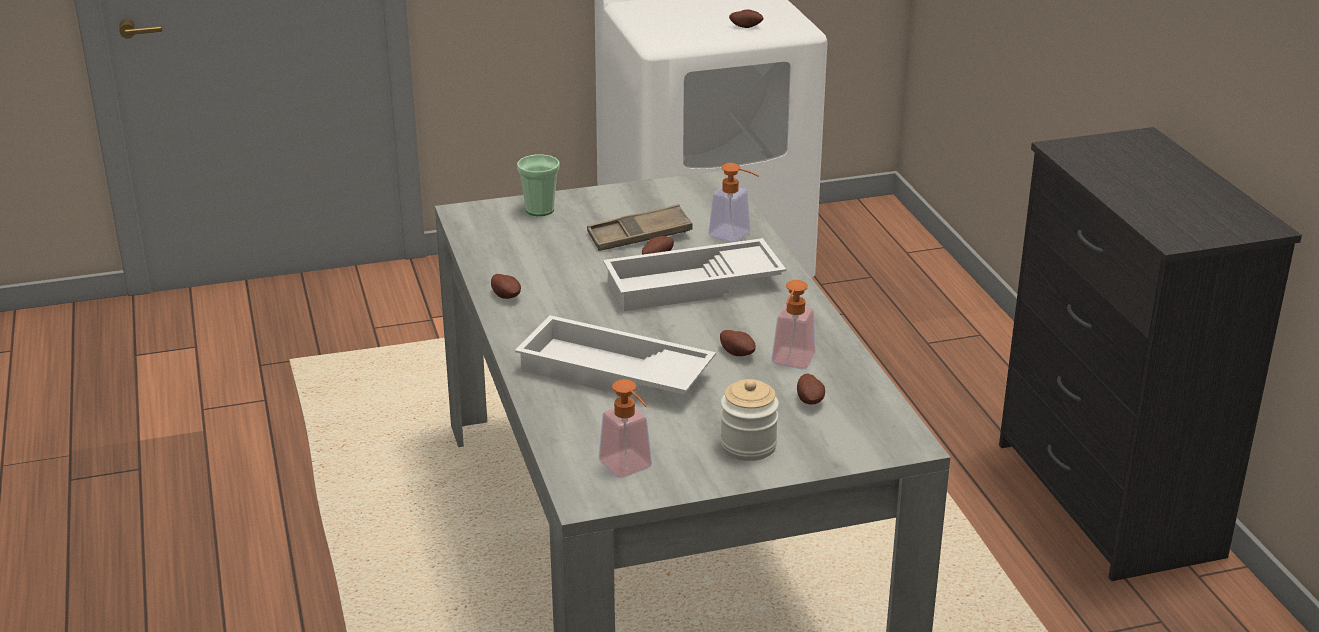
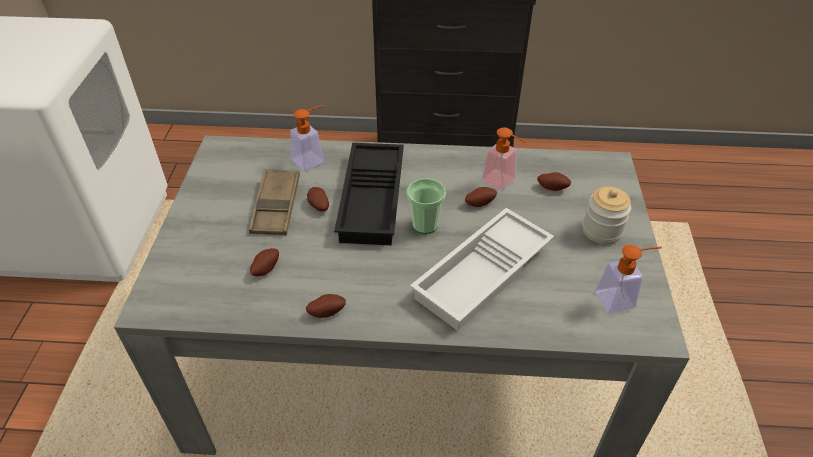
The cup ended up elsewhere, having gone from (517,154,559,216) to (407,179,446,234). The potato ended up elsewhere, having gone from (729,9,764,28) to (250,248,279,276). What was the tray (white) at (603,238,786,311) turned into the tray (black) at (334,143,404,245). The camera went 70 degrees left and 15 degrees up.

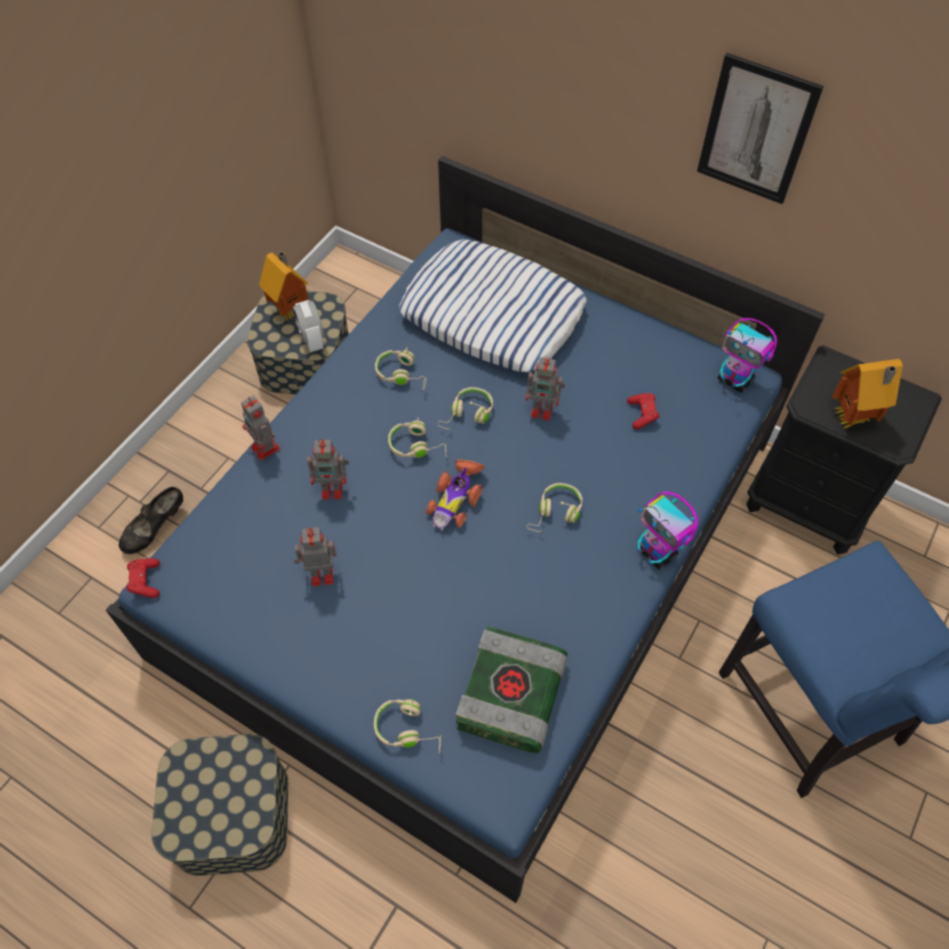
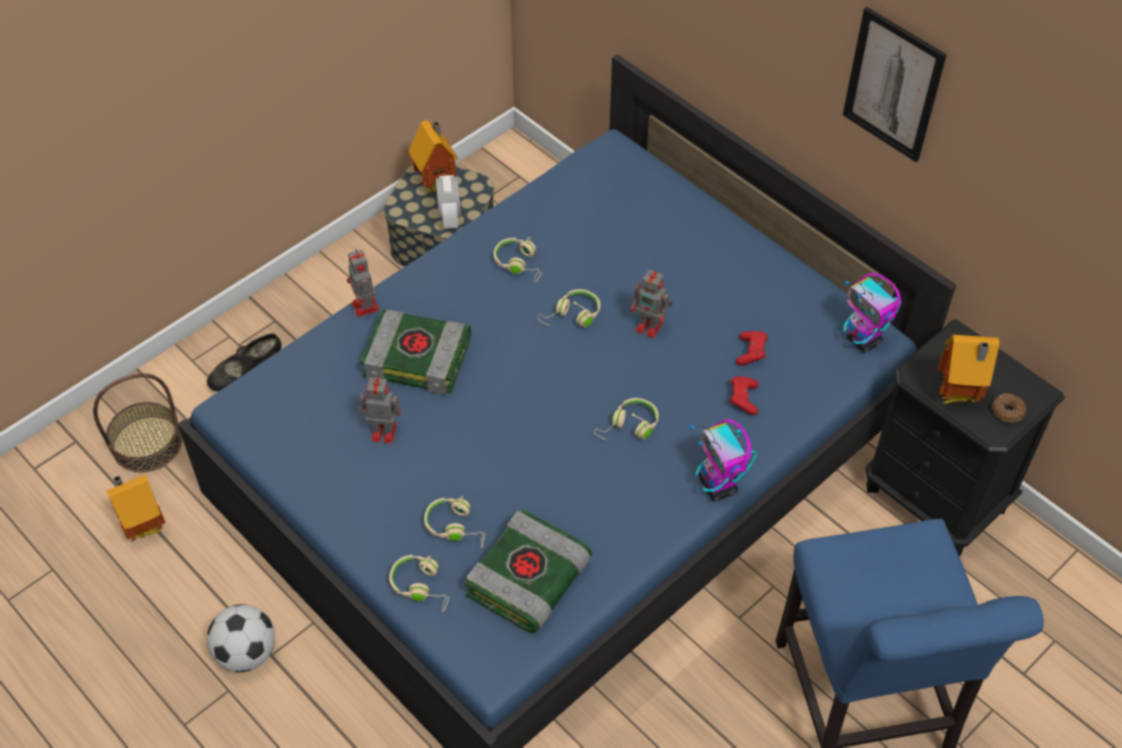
The second view lost the pillow at (399,240,587,372). The second view lost the toy car at (426,460,486,531). The second view gained the basket at (93,373,182,472). The second view gained the toy house at (106,475,165,541). The second view gained the donut at (992,394,1026,422). The game controller (red) ended up elsewhere, having gone from (126,558,160,598) to (729,376,759,415). The headphones (beige) ended up elsewhere, having gone from (388,417,447,458) to (424,496,486,548). Where the storage box stood at (152,734,288,876), the football came to stand at (207,604,275,672). Where the toy robot stood at (307,439,349,500), the book came to stand at (360,310,471,395). The camera went 15 degrees right and 5 degrees down.

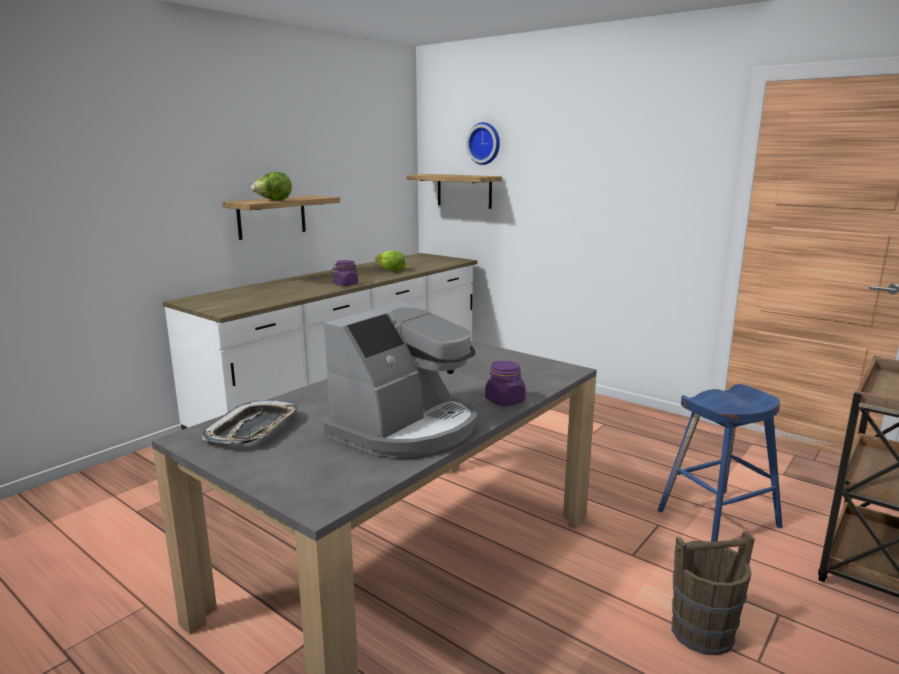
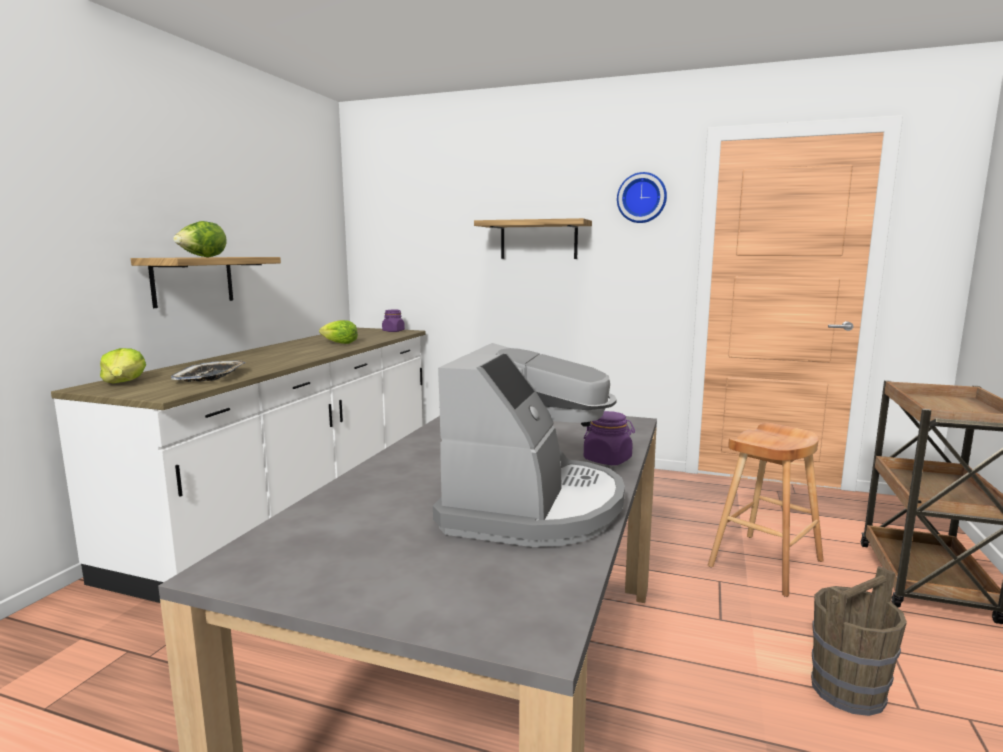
The second view gained the lettuce at (100,348,146,384). The tray ended up elsewhere, having gone from (202,400,298,444) to (171,361,245,382). The jar (purple) ended up elsewhere, having gone from (333,260,358,286) to (382,310,405,332). The shelf ended up elsewhere, having gone from (406,174,502,209) to (474,218,592,259). The wall clock ended up elsewhere, having gone from (466,122,500,165) to (617,172,667,223). What was the stool (blue) at (658,384,783,542) turned into the stool (brown) at (708,423,824,597). The camera went 20 degrees left and 5 degrees down.

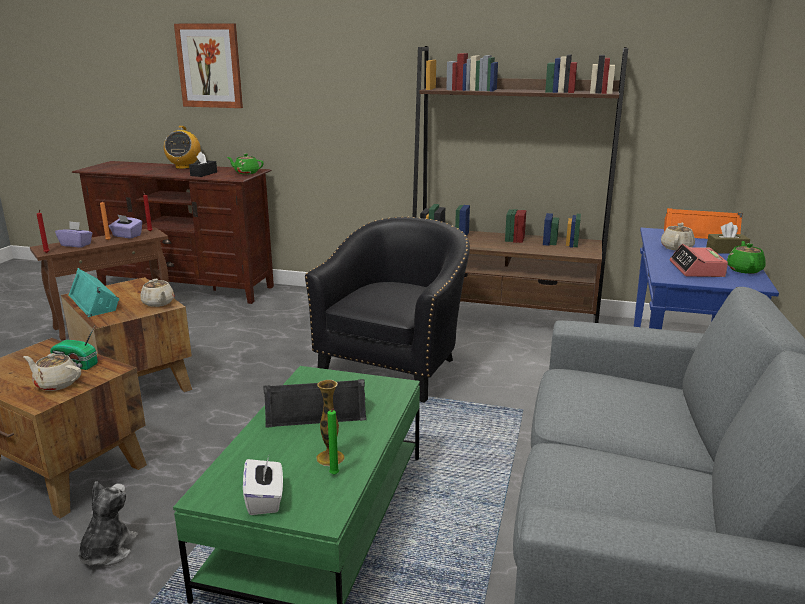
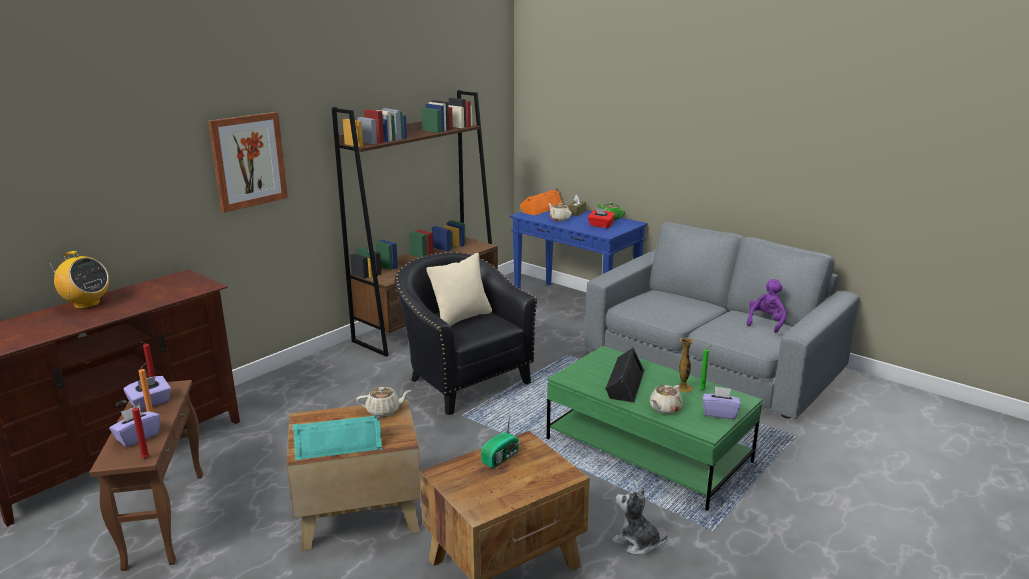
The second view lost the tissue box (black) at (189,152,217,177). The second view lost the teapot (green) at (227,154,264,174). The second view gained the pillow (beige) at (426,253,492,326). The second view gained the plush toy (purple) at (747,279,787,333). The teapot (beige) ended up elsewhere, having gone from (23,353,81,391) to (650,385,682,414). The picture ended up elsewhere, having gone from (174,23,243,108) to (208,112,288,212). Where the alarm clock stood at (670,244,728,277), the tissue box (red) came to stand at (588,208,615,228). What was the tissue box (white) at (243,456,283,515) turned into the tissue box (purple) at (703,386,741,419). The camera went 65 degrees left and 0 degrees up.

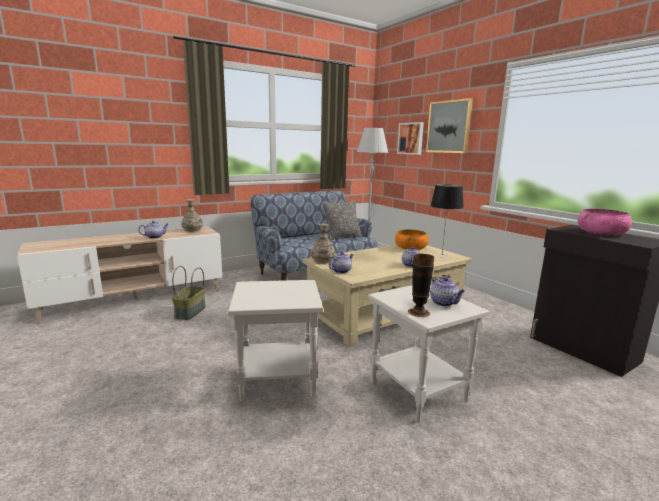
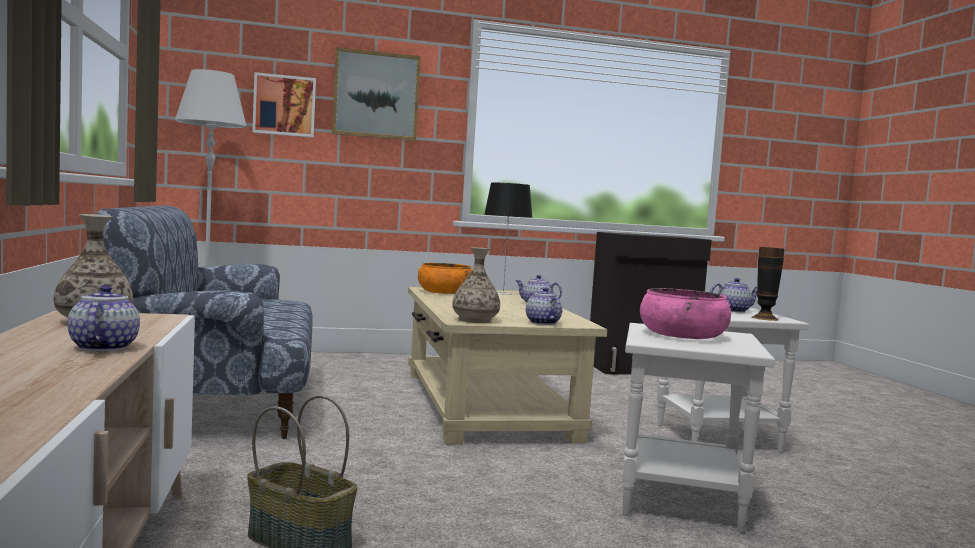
The second view lost the pillow at (323,200,362,241). The bowl (pink) ended up elsewhere, having gone from (578,209,632,235) to (640,288,731,339). The camera went 70 degrees left and 10 degrees down.

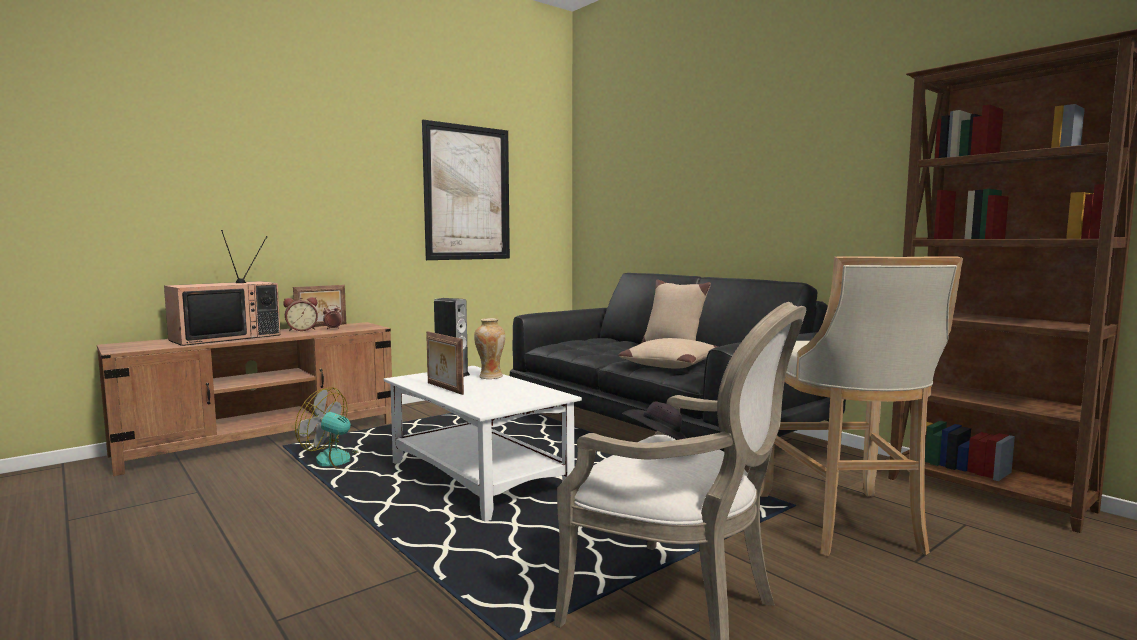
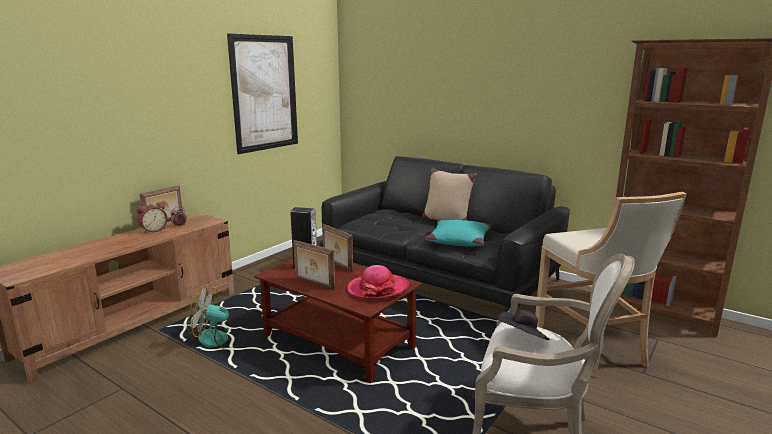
The second view lost the television at (164,230,281,346). The second view gained the hat at (347,265,409,300). Where the vase stood at (474,318,505,379), the picture frame came to stand at (322,224,353,272). What was the coffee table (white) at (384,366,582,522) turned into the coffee table (brown) at (254,260,422,384). What was the pillow (beige) at (619,338,718,369) turned into the pillow (turquoise) at (425,220,492,247). The camera went 15 degrees left and 10 degrees up.

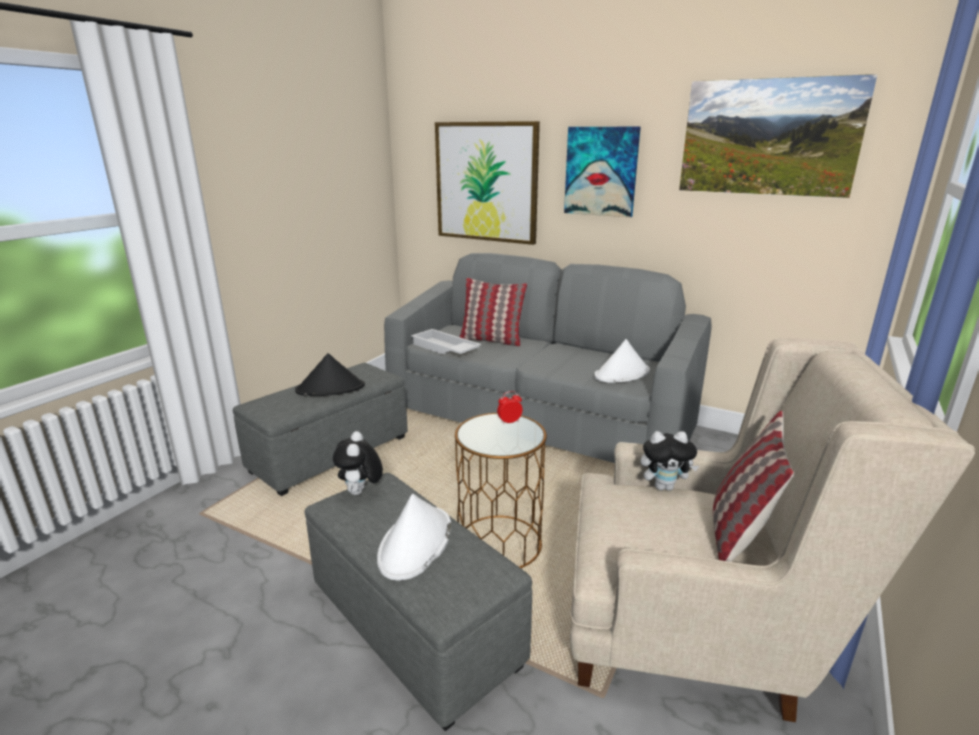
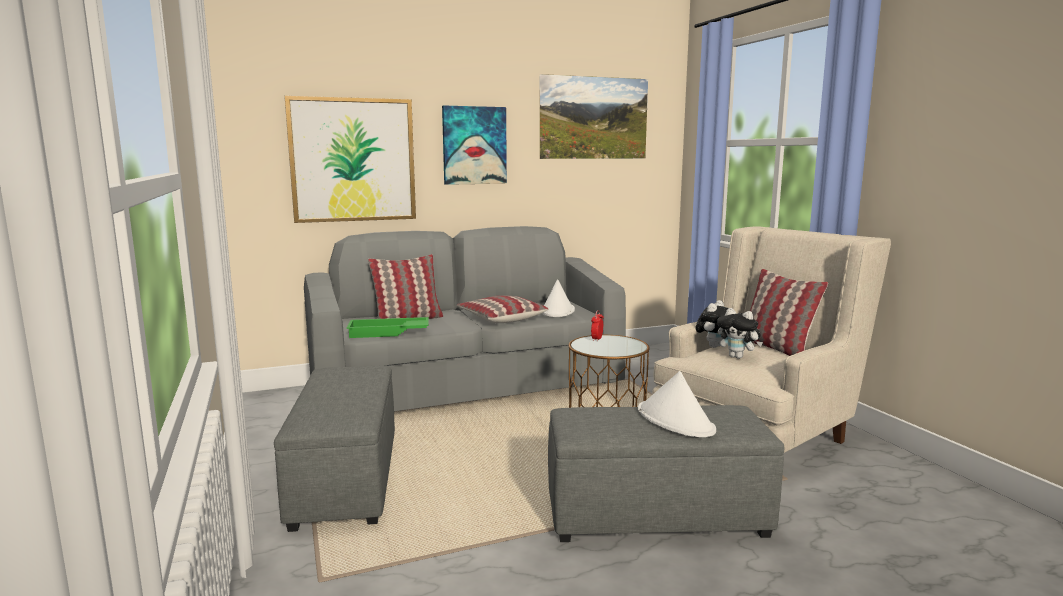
The second view lost the hat (black) at (295,353,365,396). The second view gained the pillow at (457,295,548,323). The plush toy ended up elsewhere, having gone from (333,431,383,495) to (717,308,763,359). What was the tray (white) at (411,329,481,354) turned into the tray (green) at (347,317,429,338). The camera went 50 degrees left and 10 degrees down.

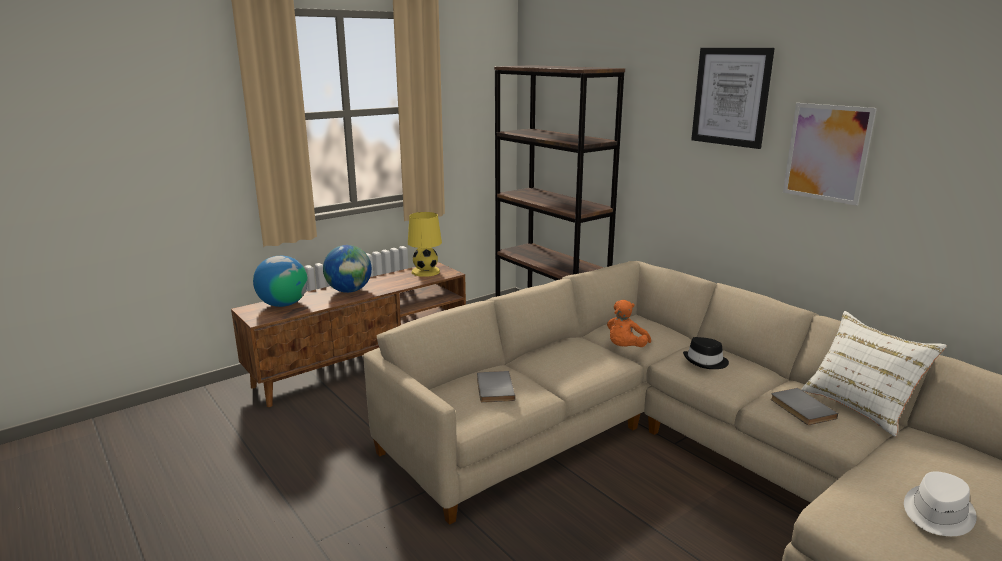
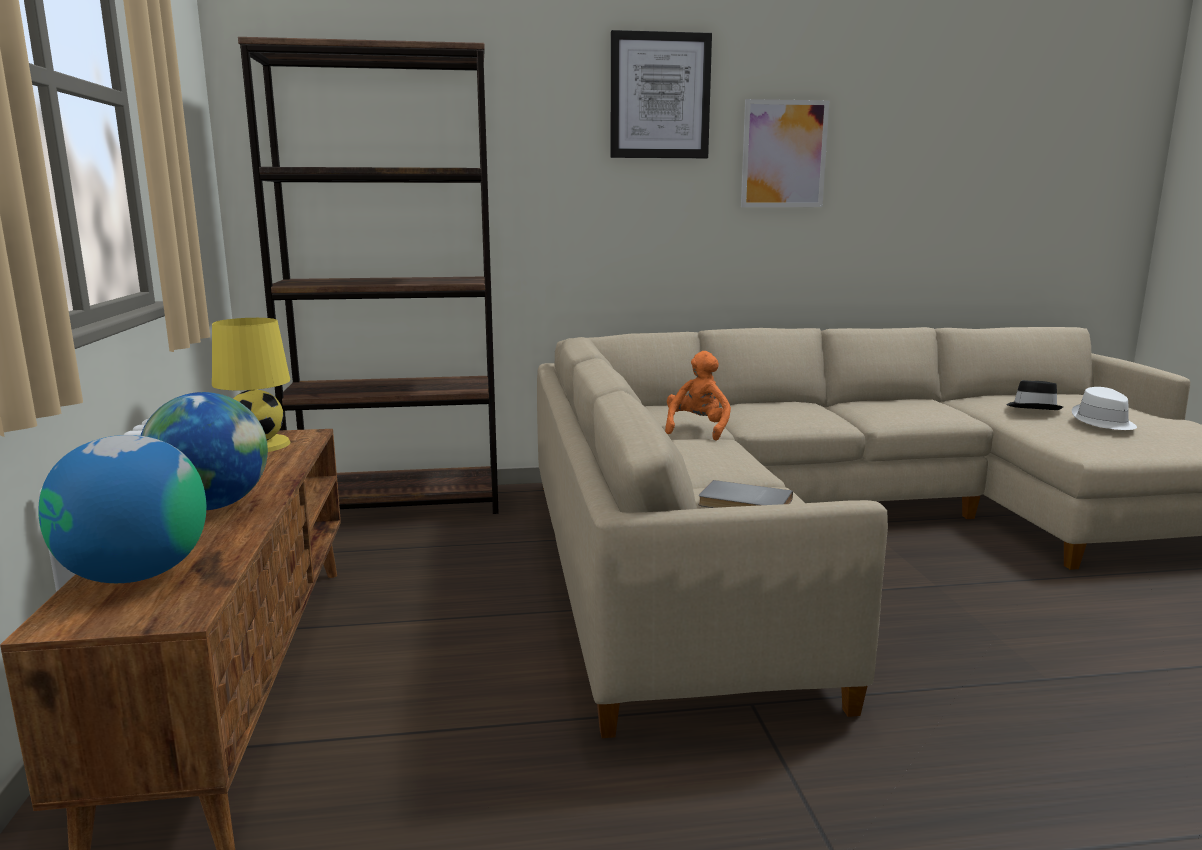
The second view lost the book (grey) at (771,388,838,425). The second view lost the pillow (white) at (801,311,947,437). The hat (black) ended up elsewhere, having gone from (683,337,729,369) to (1006,380,1063,410). The plush toy (orange) at (607,300,651,347) ended up facing another way, 135 degrees counterclockwise from before. The camera went 60 degrees left and 5 degrees down.

